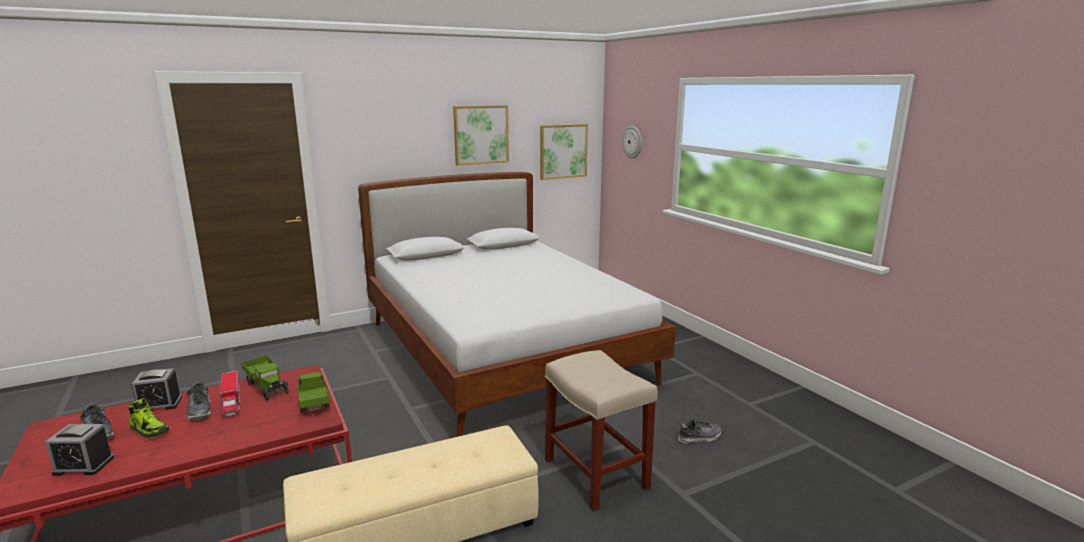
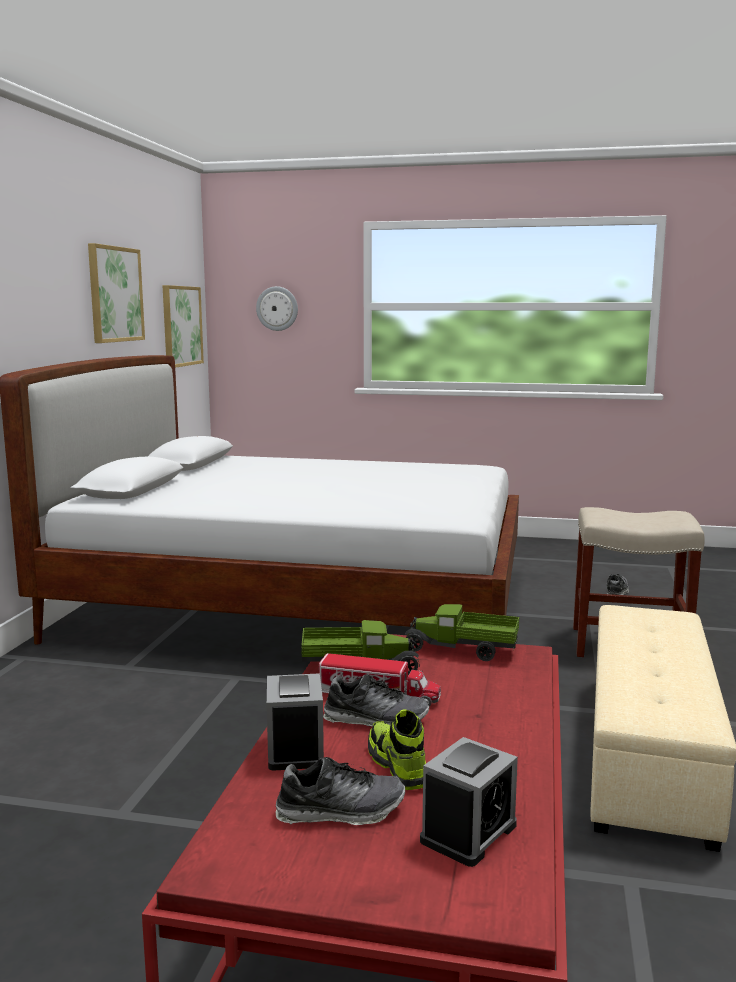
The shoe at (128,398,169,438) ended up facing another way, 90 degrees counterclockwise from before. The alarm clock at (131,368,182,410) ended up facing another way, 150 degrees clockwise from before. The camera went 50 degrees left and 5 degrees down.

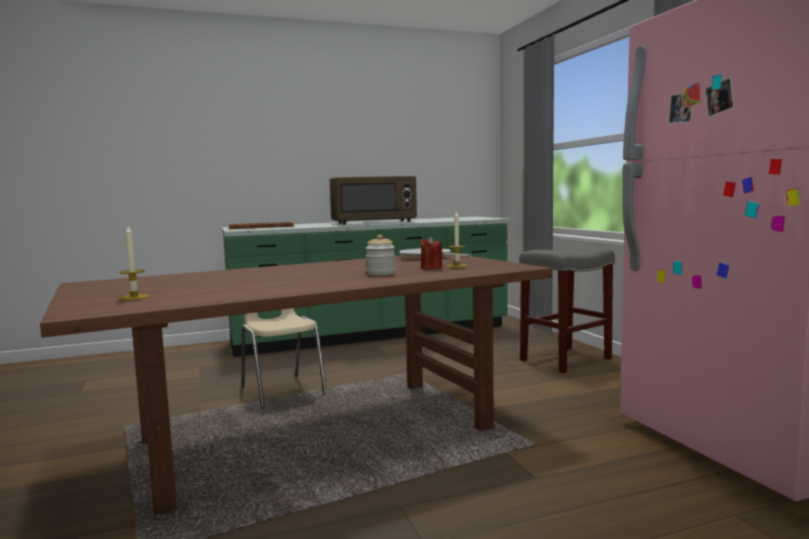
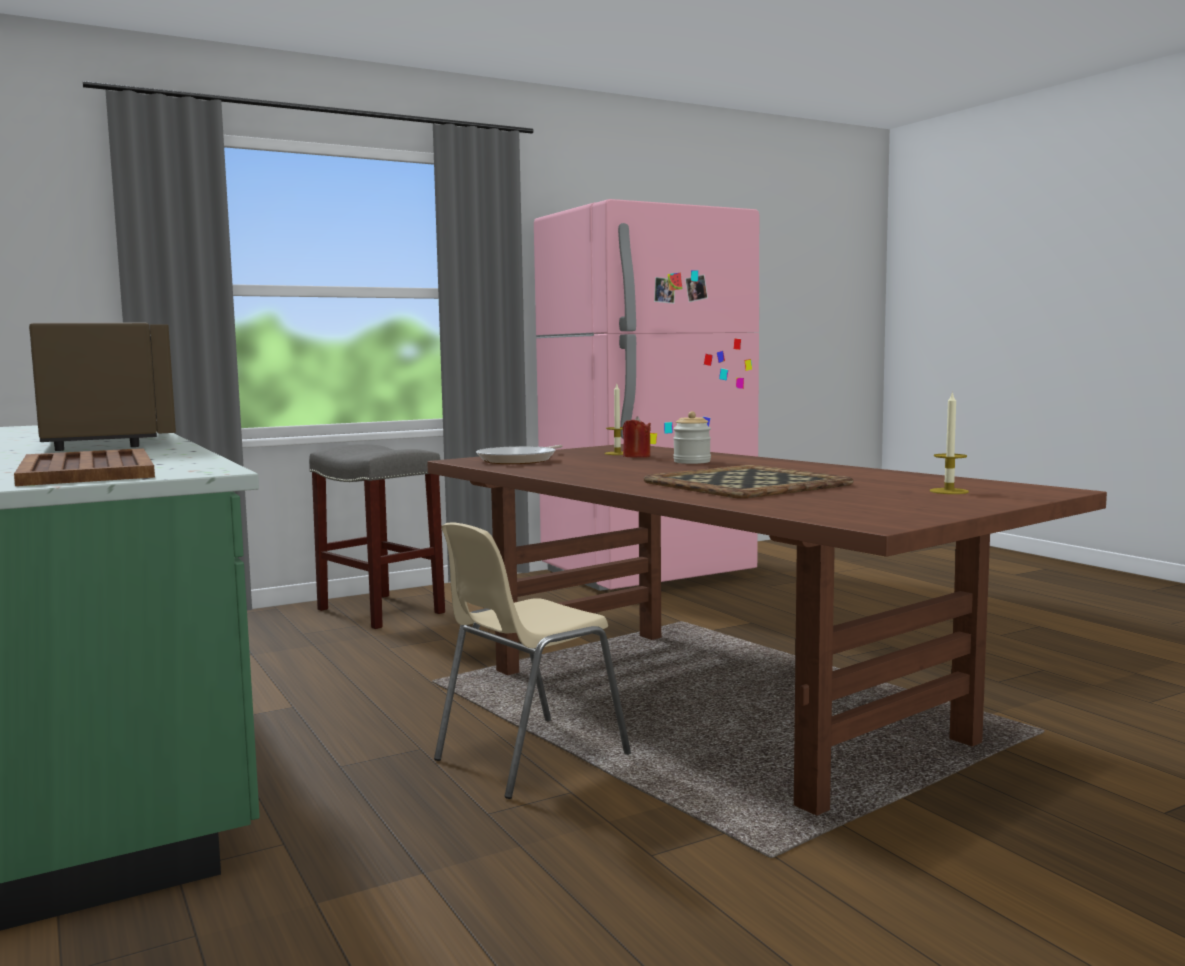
The second view gained the tray at (644,465,853,498). The camera went 100 degrees left and 0 degrees up.

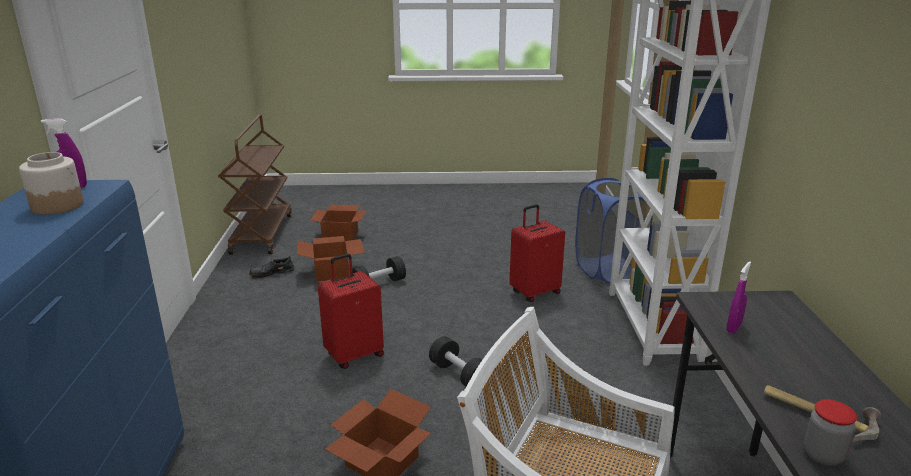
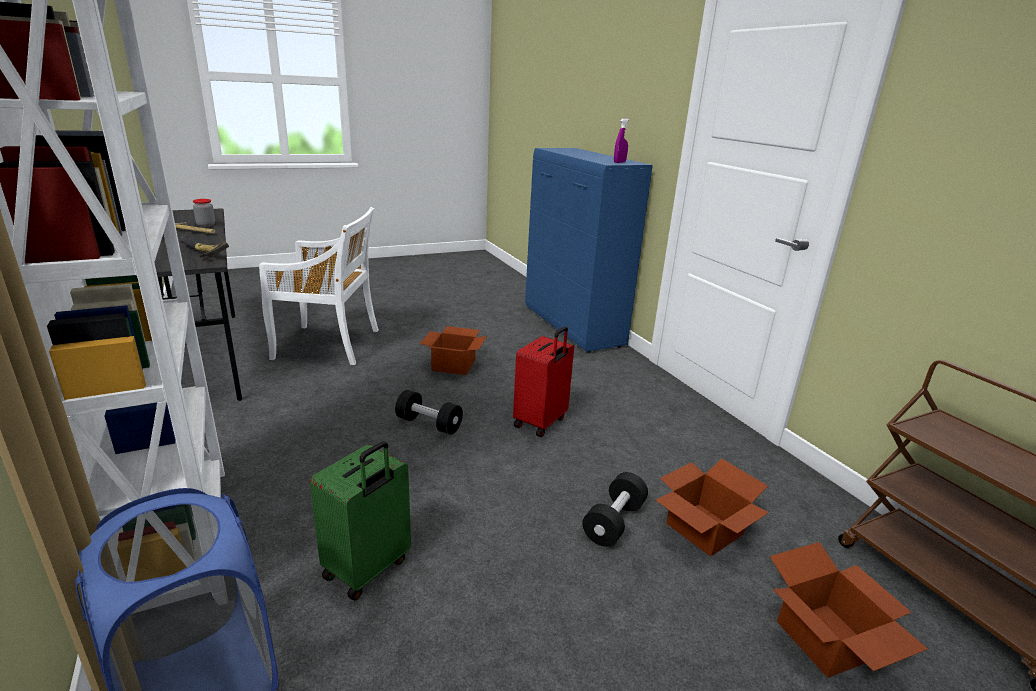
The second view lost the jar at (19,152,84,215). The second view lost the shoe (black) at (249,256,295,279). Where the spray bottle (purple) stood at (726,261,751,333), the hammer came to stand at (180,234,229,261). What was the suitcase (red) at (509,204,565,302) turned into the suitcase (green) at (310,441,411,600). The camera went 155 degrees right and 0 degrees up.

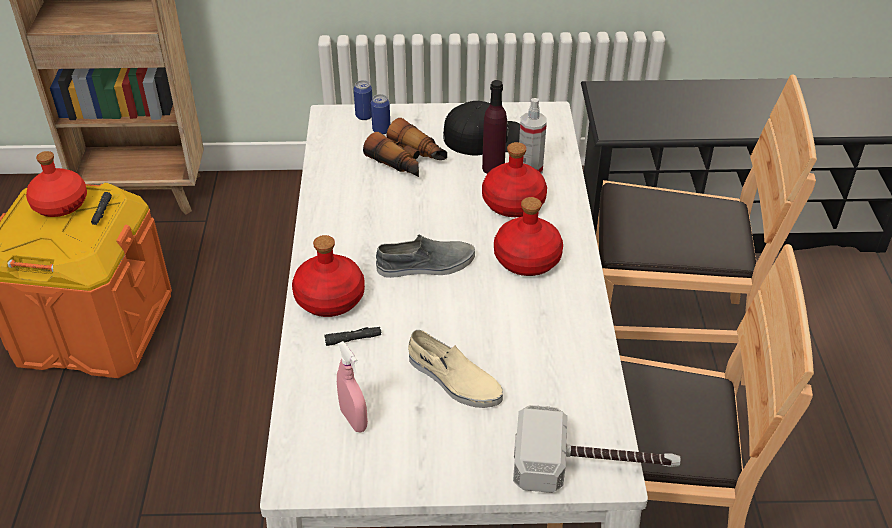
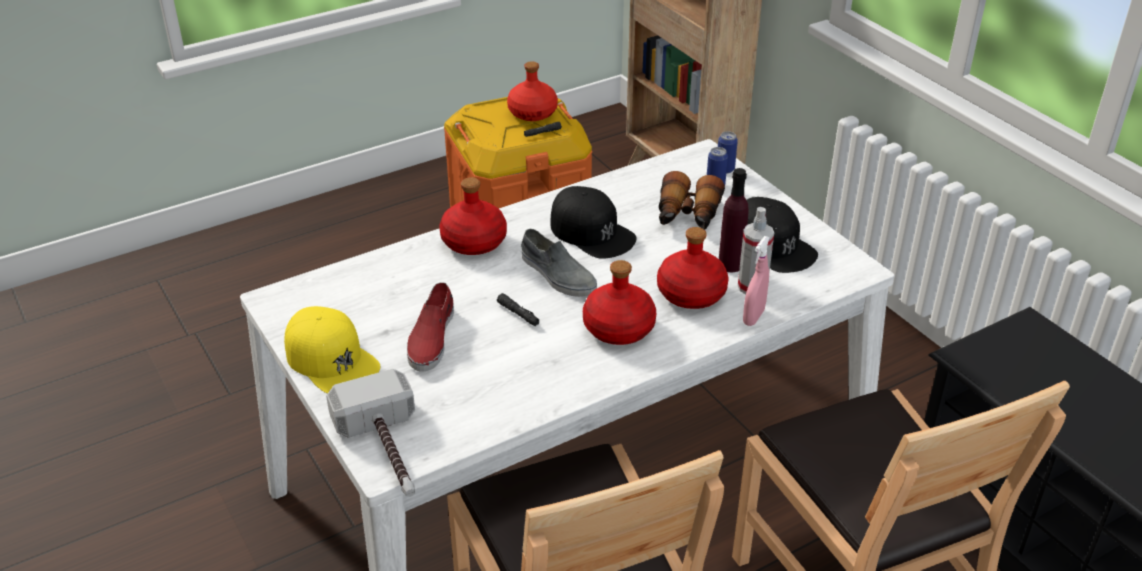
The second view gained the cap (yellow) at (284,306,380,394). The second view gained the cap (black) at (551,186,637,259). The flashlight (black) ended up elsewhere, having gone from (324,327,382,346) to (497,293,539,326). The spray bottle (pink) ended up elsewhere, having gone from (337,341,368,433) to (743,236,770,326). What was the shoe (beige) at (408,330,503,408) turned into the shoe (red) at (407,282,454,372). The camera went 60 degrees right and 5 degrees down.

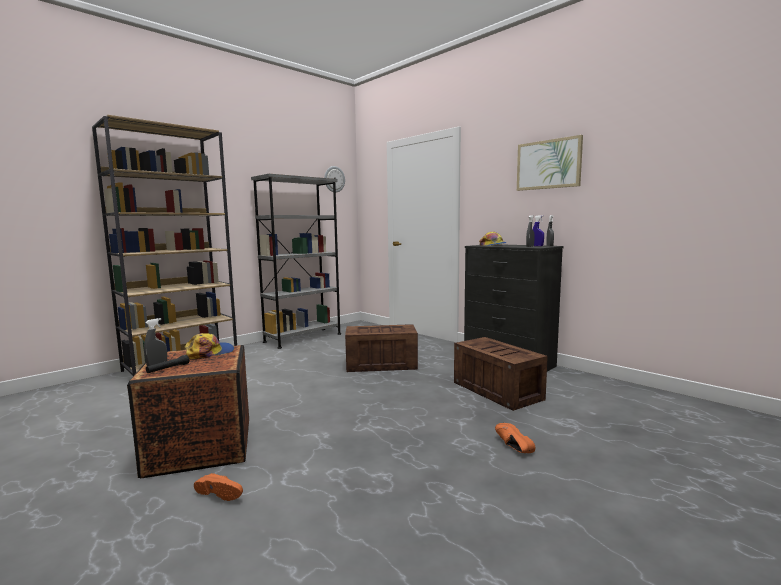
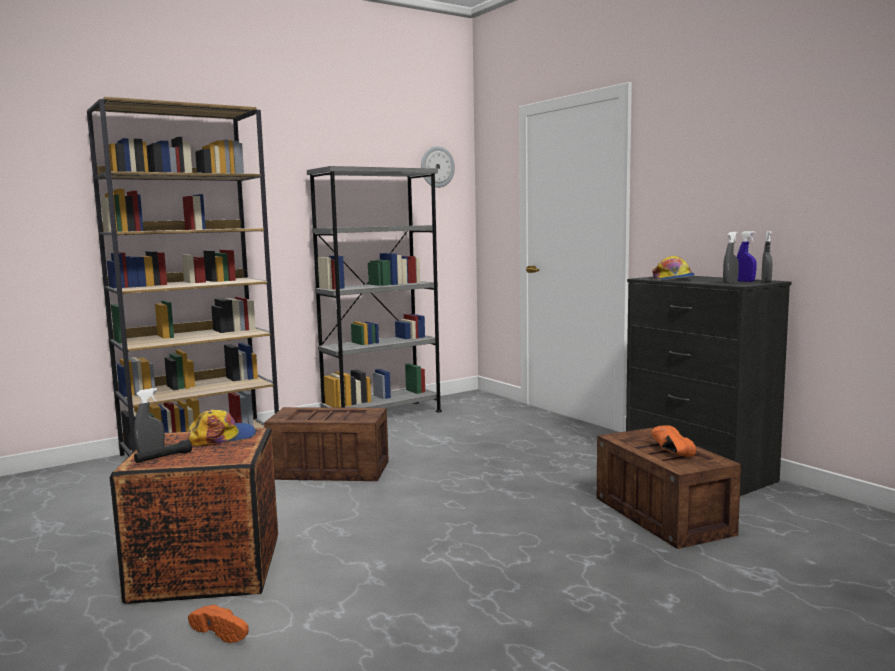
The second view lost the picture at (517,135,583,191). The crate ended up elsewhere, having gone from (345,324,418,372) to (264,407,389,481). The shoe (orange) ended up elsewhere, having gone from (495,423,535,453) to (652,425,696,457). The camera went 10 degrees right and 0 degrees up.

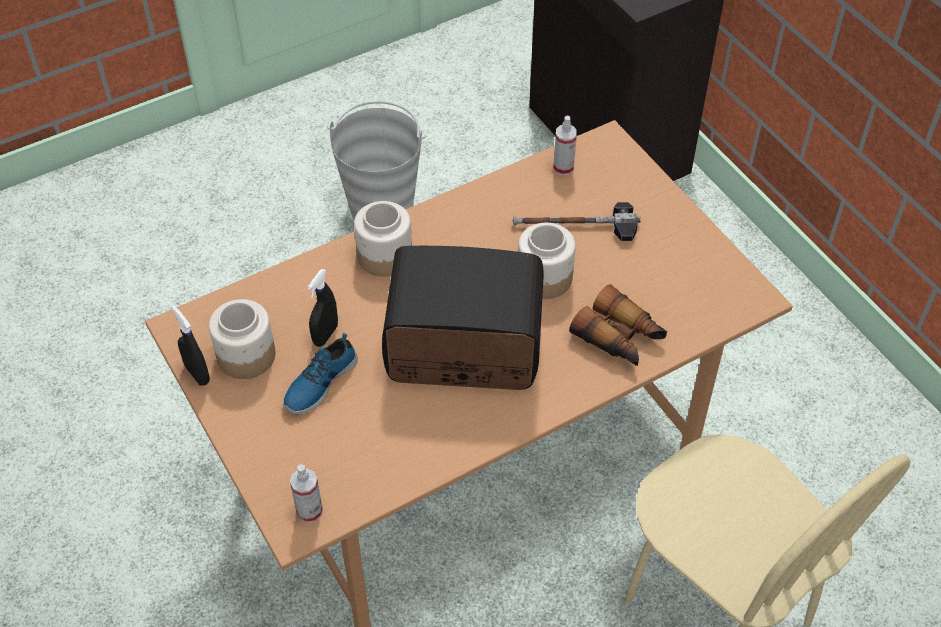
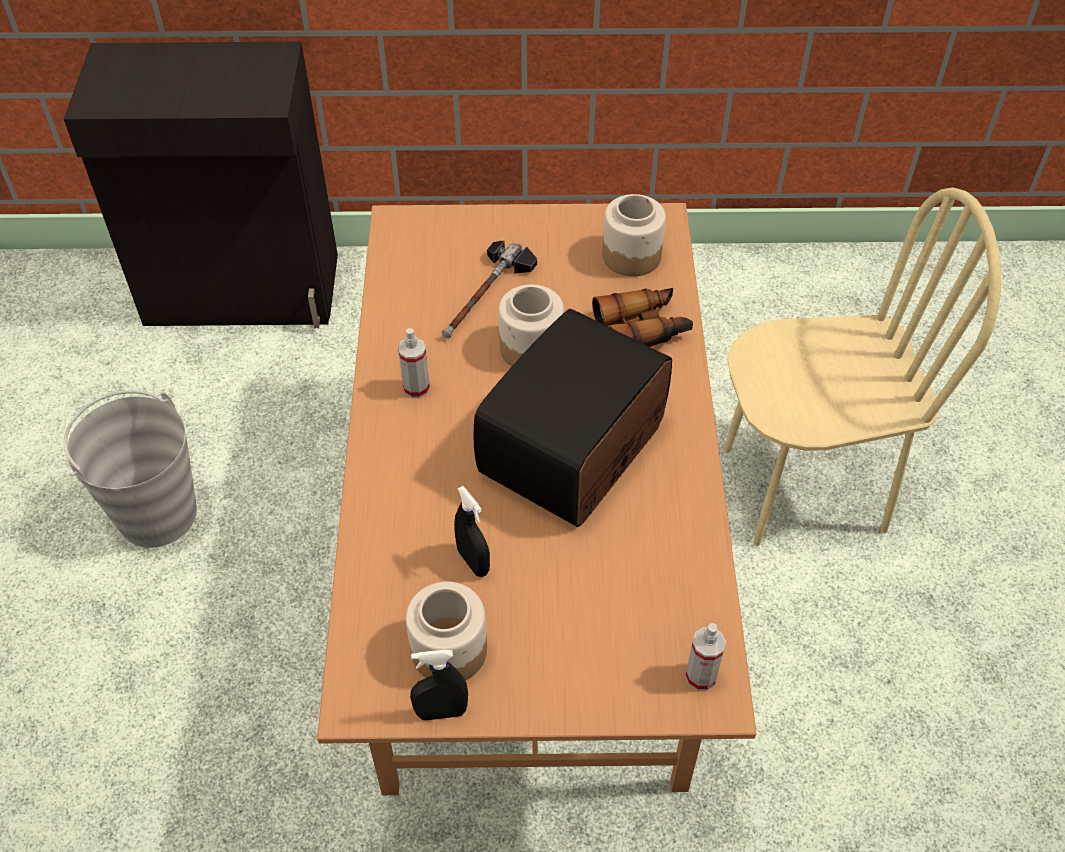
The second view lost the shoe at (283,333,358,414). The jar ended up elsewhere, having gone from (354,201,412,277) to (602,194,666,276). The spray bottle ended up elsewhere, having gone from (553,116,577,176) to (398,328,430,398). The camera went 60 degrees left and 0 degrees up.

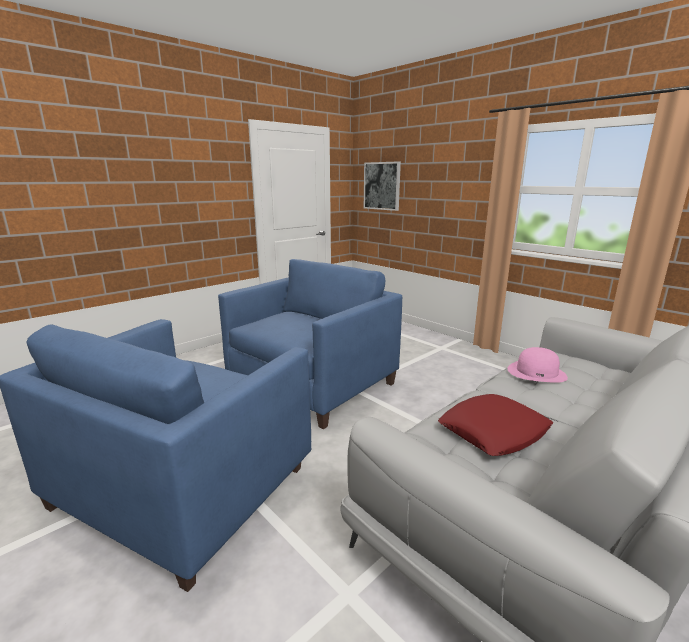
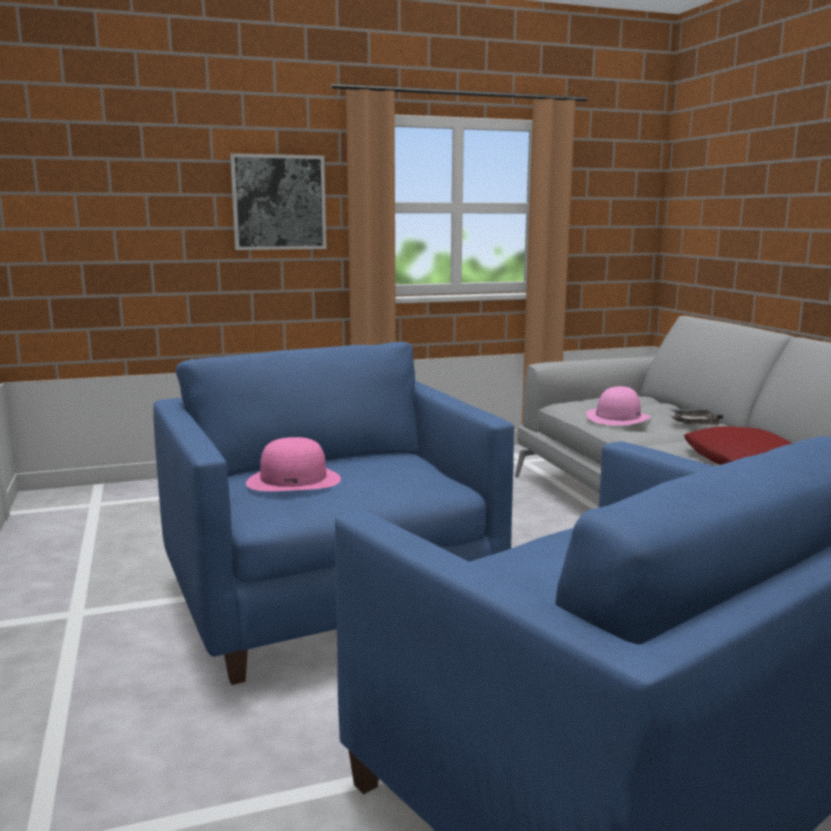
The second view gained the hat (pink) at (246,437,341,491). The second view gained the tray (grey) at (668,409,723,425). The picture ended up elsewhere, having gone from (364,161,401,211) to (230,153,326,250). The camera went 65 degrees left and 5 degrees down.

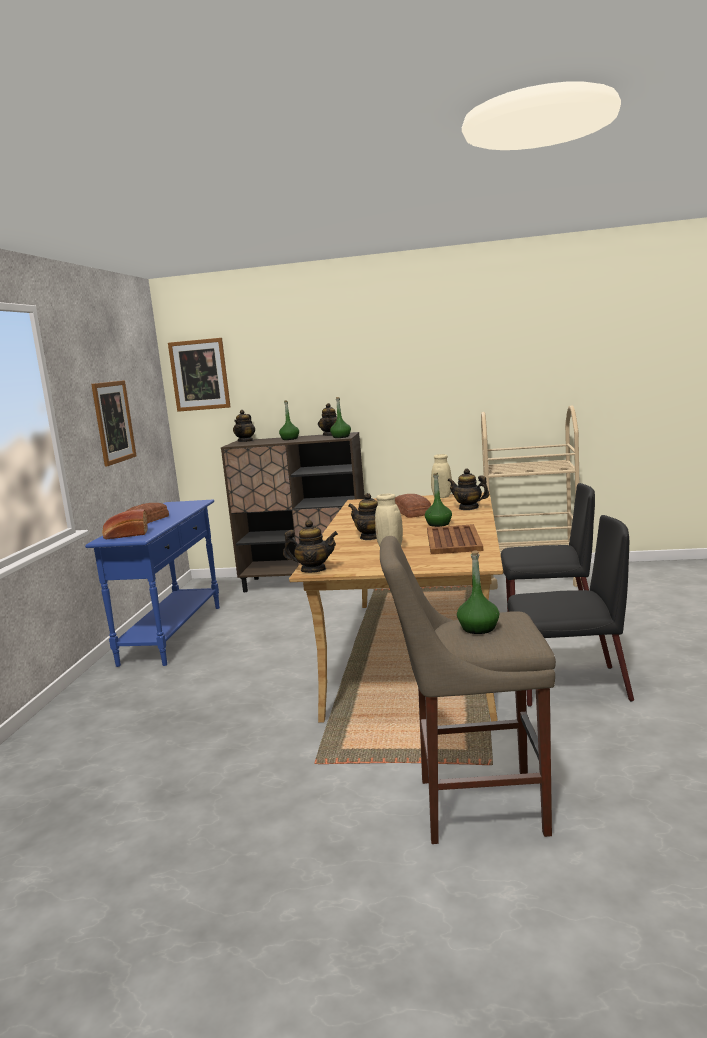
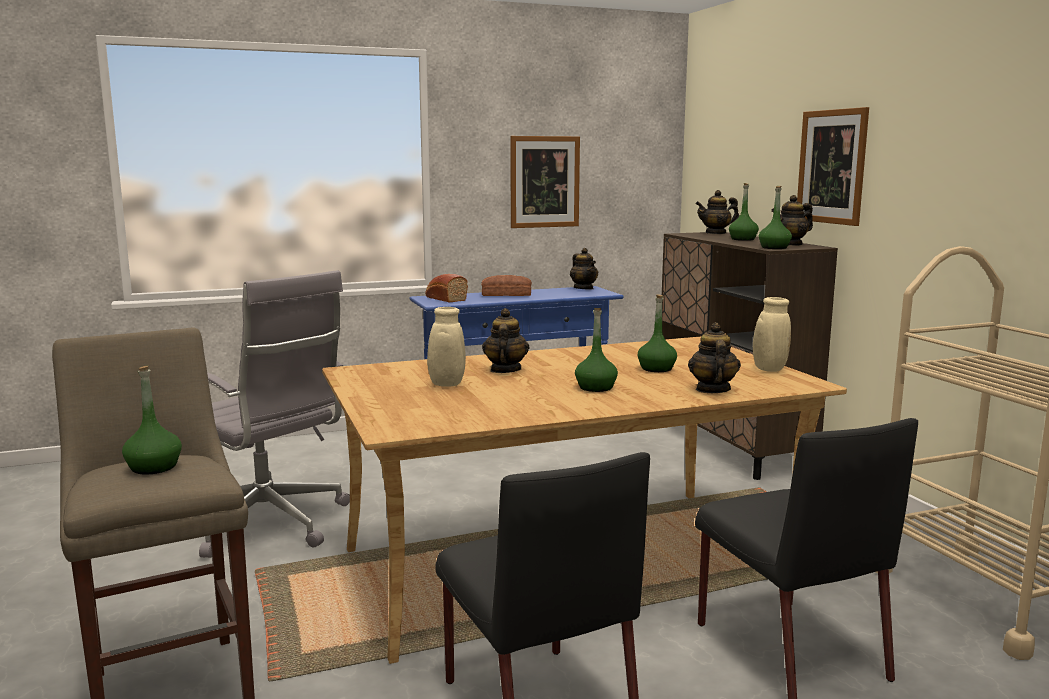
The second view lost the tray (brown) at (427,524,483,554). The second view gained the office chair (grey) at (199,270,350,558). The picture ended up elsewhere, having gone from (168,338,231,412) to (797,107,869,226). The teapot ended up elsewhere, having gone from (283,520,338,573) to (570,248,598,290). Where the bread stood at (395,494,431,518), the bottle (green) came to stand at (638,294,677,372). The camera went 60 degrees right and 0 degrees up.

